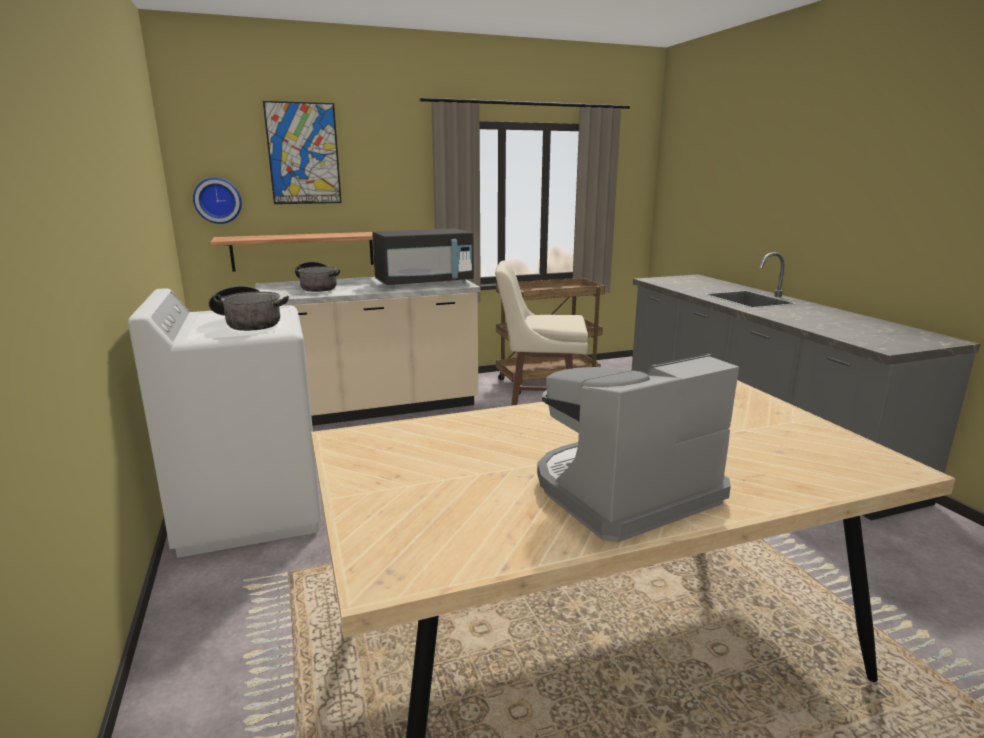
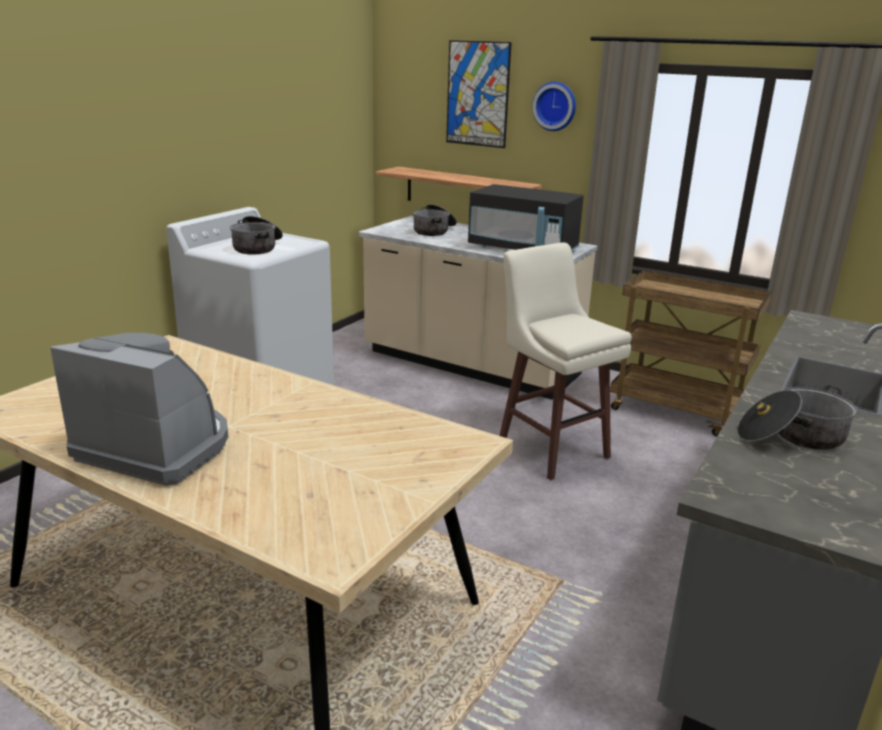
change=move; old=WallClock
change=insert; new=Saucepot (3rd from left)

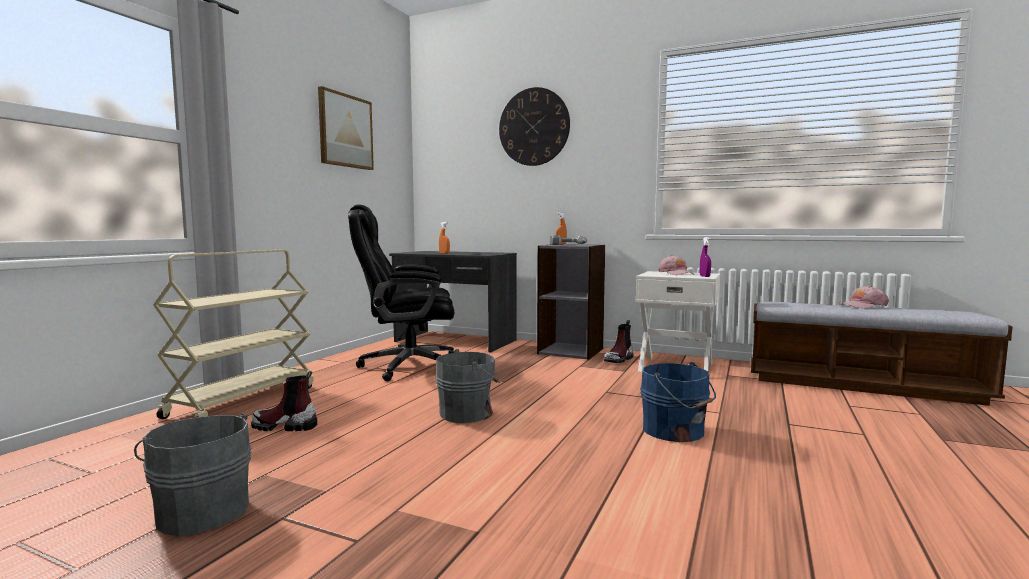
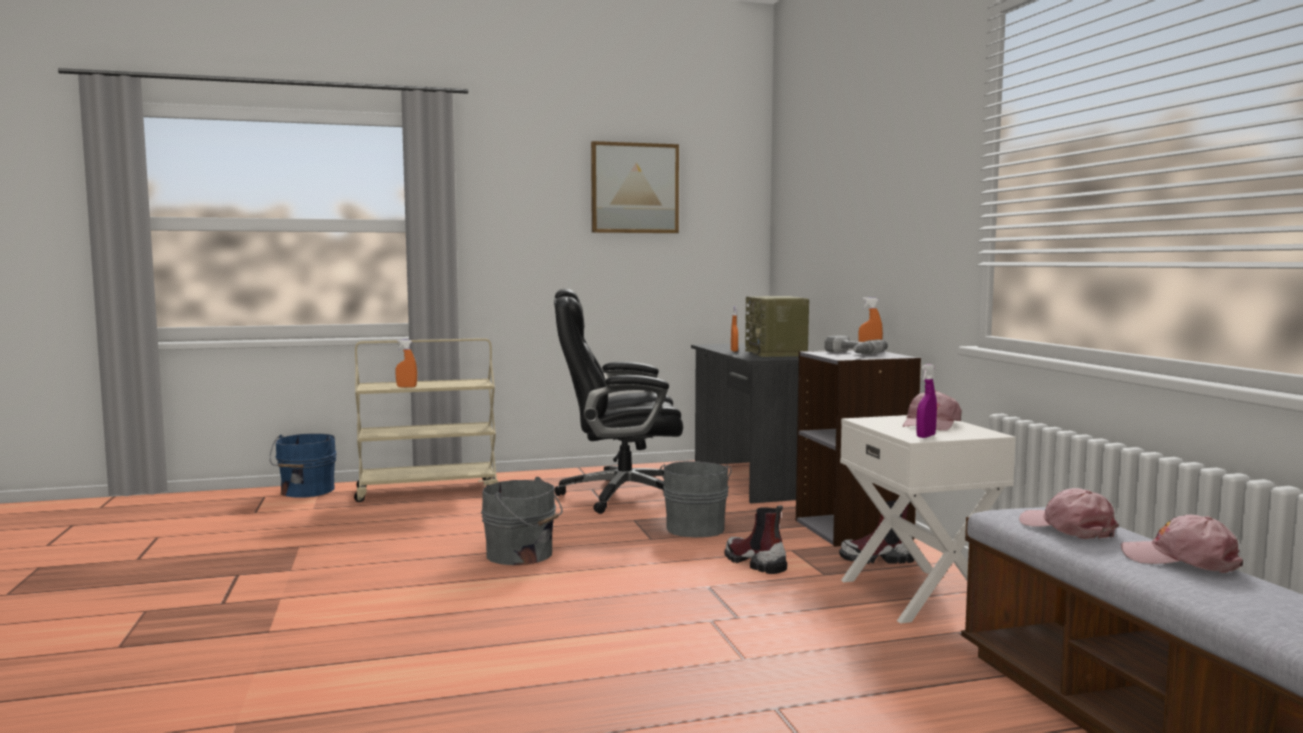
change=delete; old=WallClock
change=rotate; old=BlackColouredDeskChair; degrees=-45
change=move; old=BlueColouredWaterBucket
change=move; old=Boot (1st from left)
change=move; old=GrayWaterBucket (1st from left in the first image); new=GrayWaterBucket (2nd from left)
change=insert; new=Radio
change=insert; new=OrangeySprayer (1st from left)
change=insert; new=PinkishPeakedCap (2nd from left)

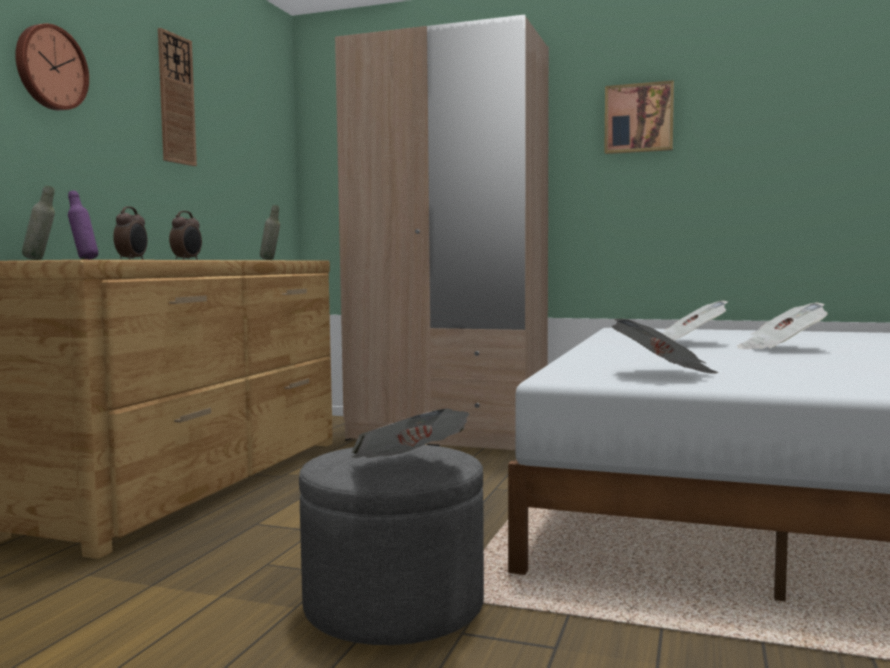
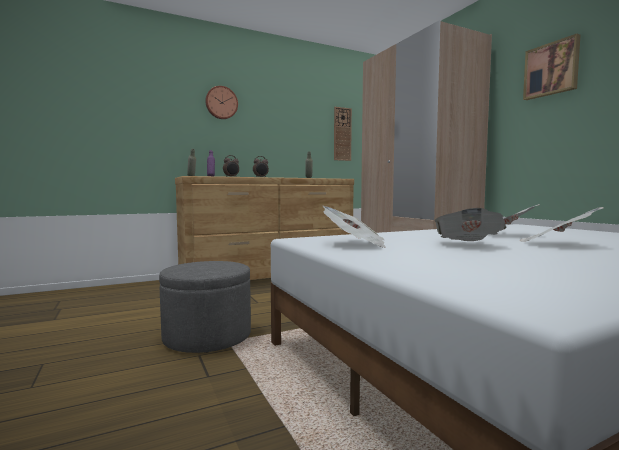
change=move; old=WallClock (2nd from left)
change=move; old=Newspaper (1st from left in the first image); new=Newspaper (2nd from left)

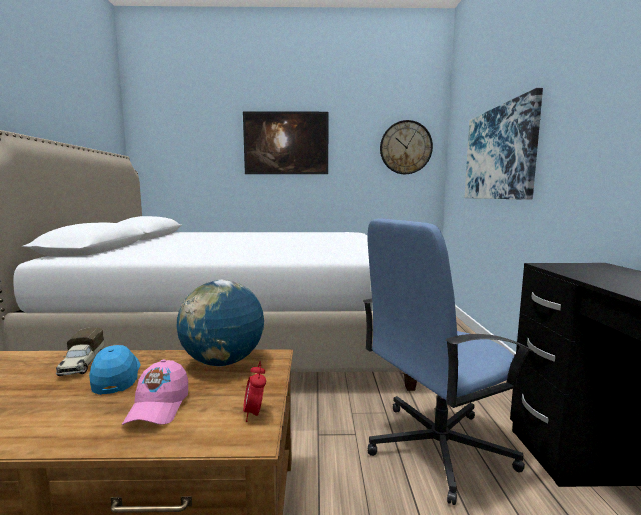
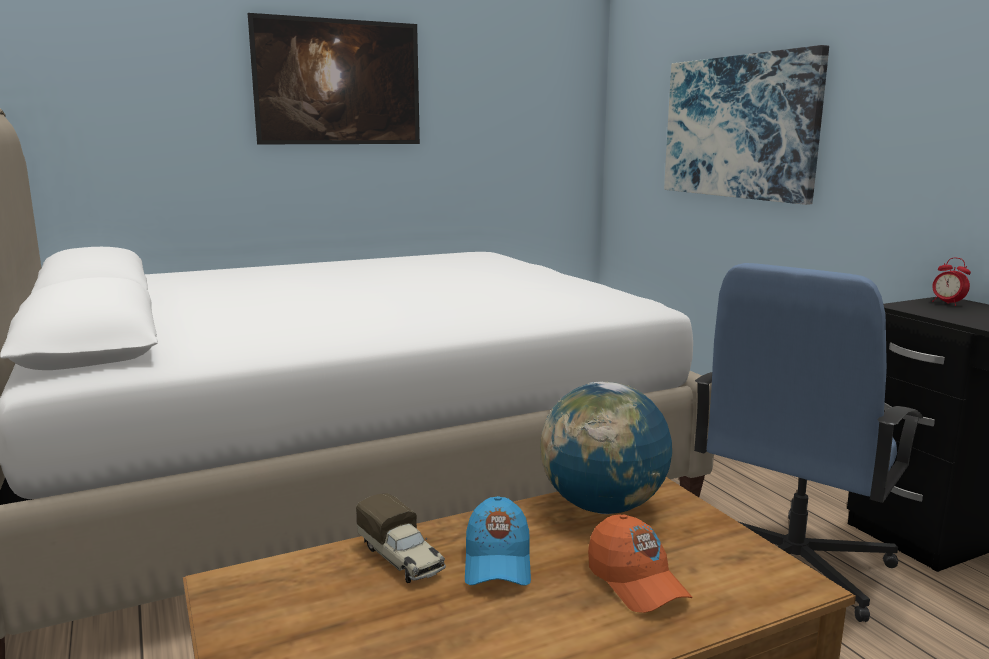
change=delete; old=WallClock
change=rotate; old=BlueColouredPeakedCap; degrees=-135
change=recolor; old=PinkishPeakedCap; new=OrangeyPeakedCap
change=move; old=AlarmClock

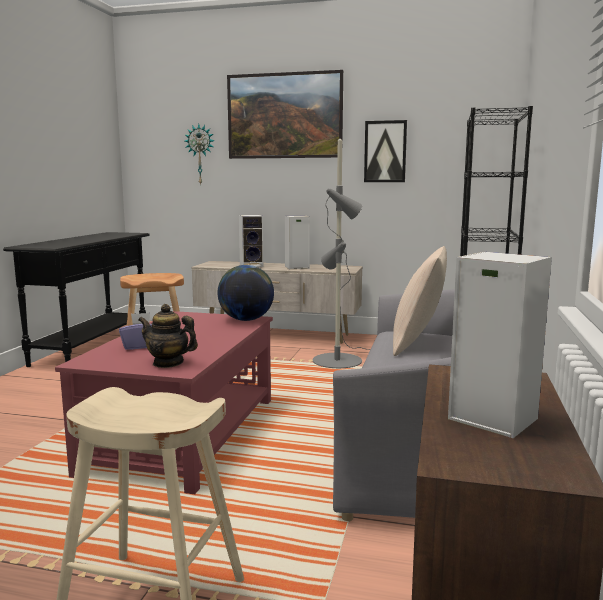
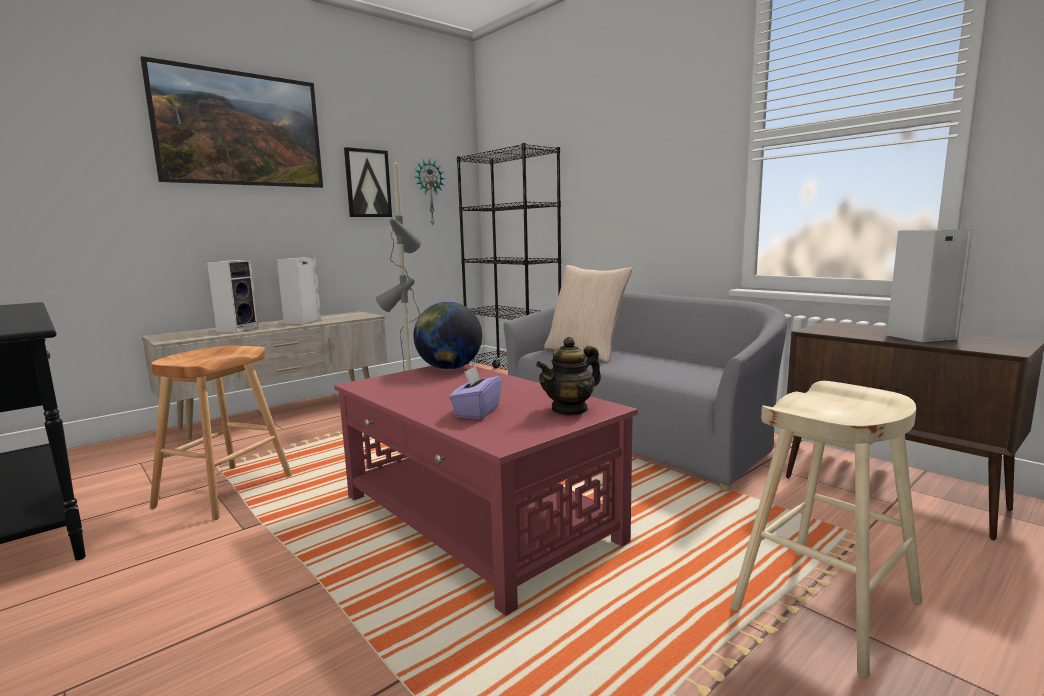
change=move; old=WallClock

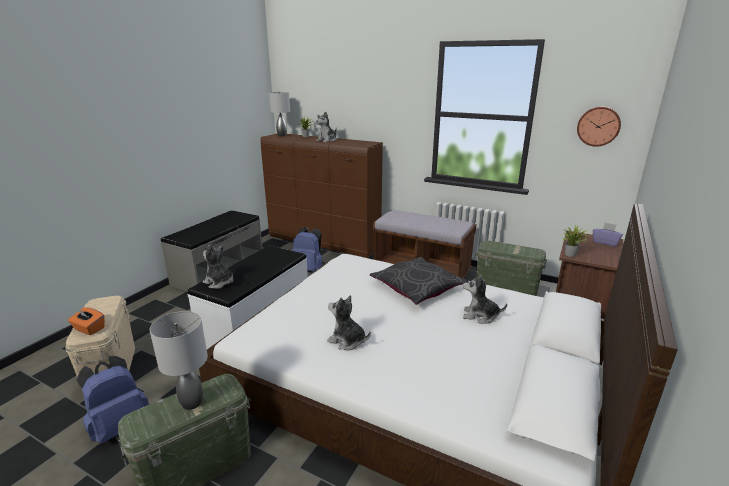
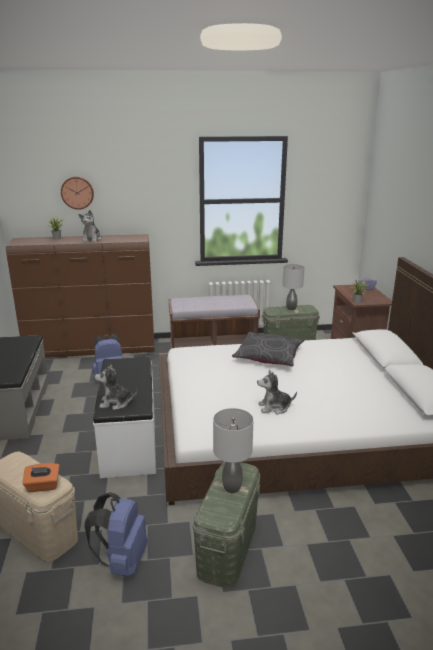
change=move; old=GrayTabletopLamp (2nd from left)
change=move; old=WallClock
change=delete; old=PlushToy (4th from left)

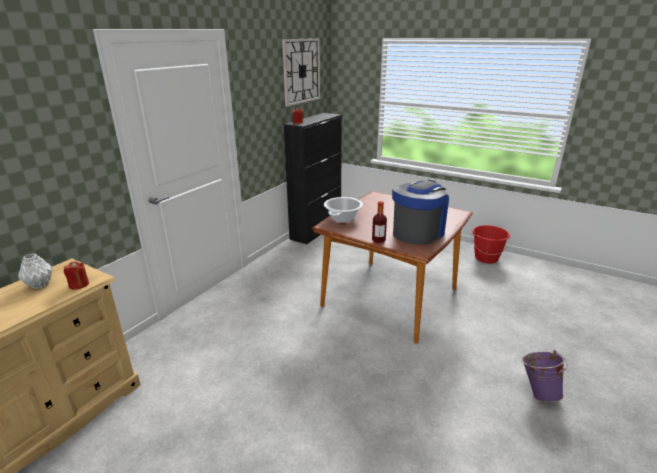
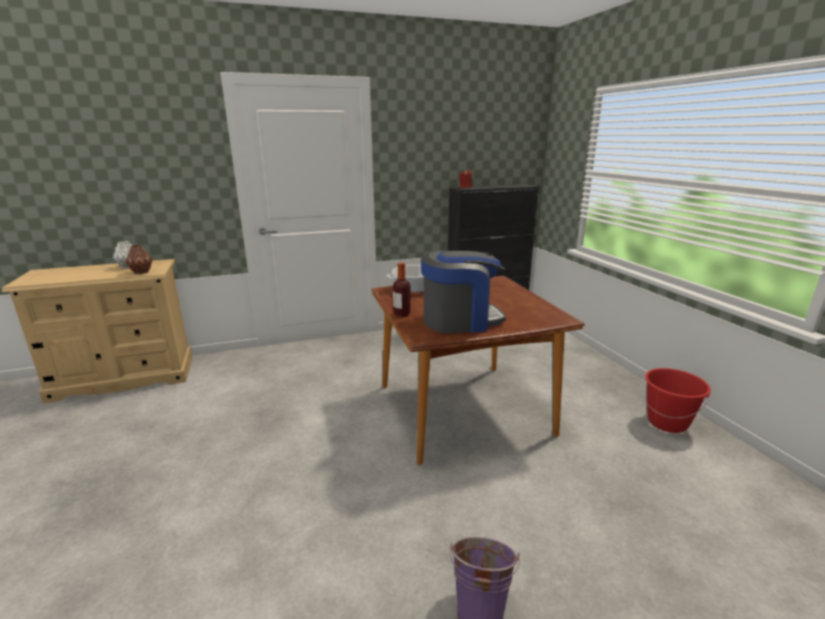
change=delete; old=WallClock
change=replace; old=ReddishWaxLight (1st from left); new=BrownColouredDecorativeVase

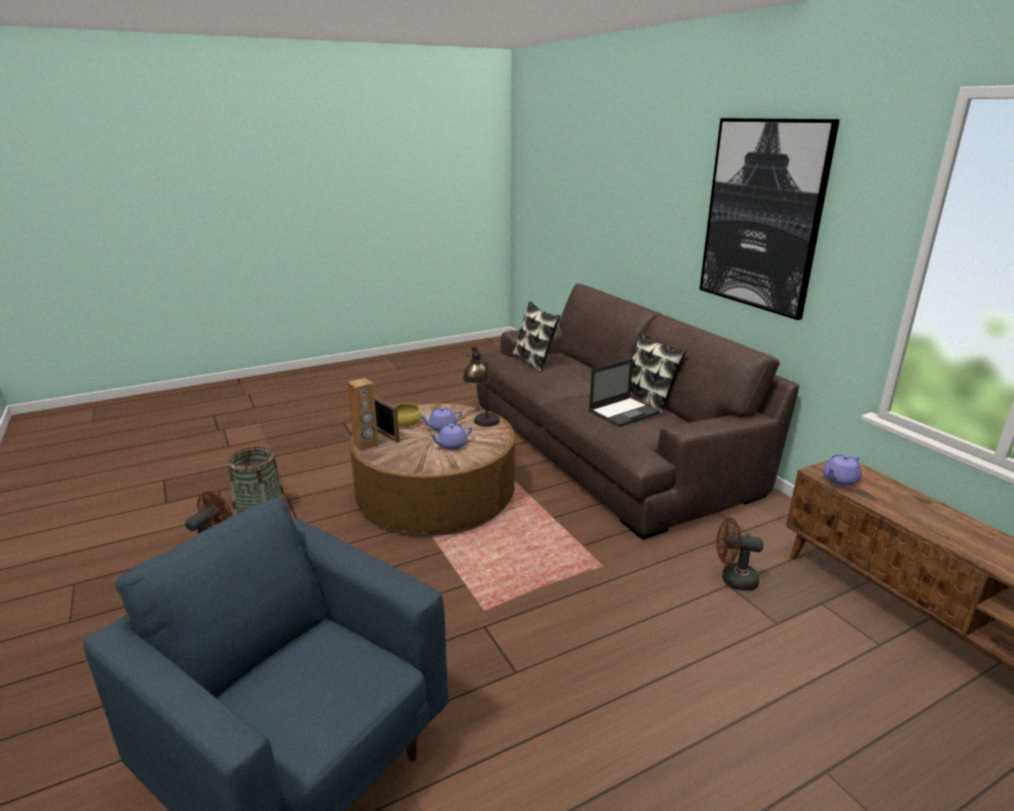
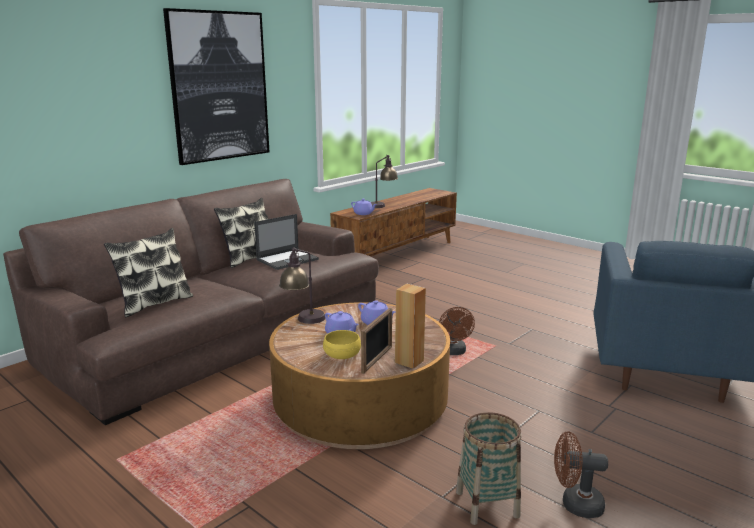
change=rotate; old=PortableComputer; degrees=105
change=move; old=BrownColouredCoolingFan (2nd from left in the first image); new=BrownColouredCoolingFan (1st from left)
change=insert; new=TabletopLamp (2nd from left)

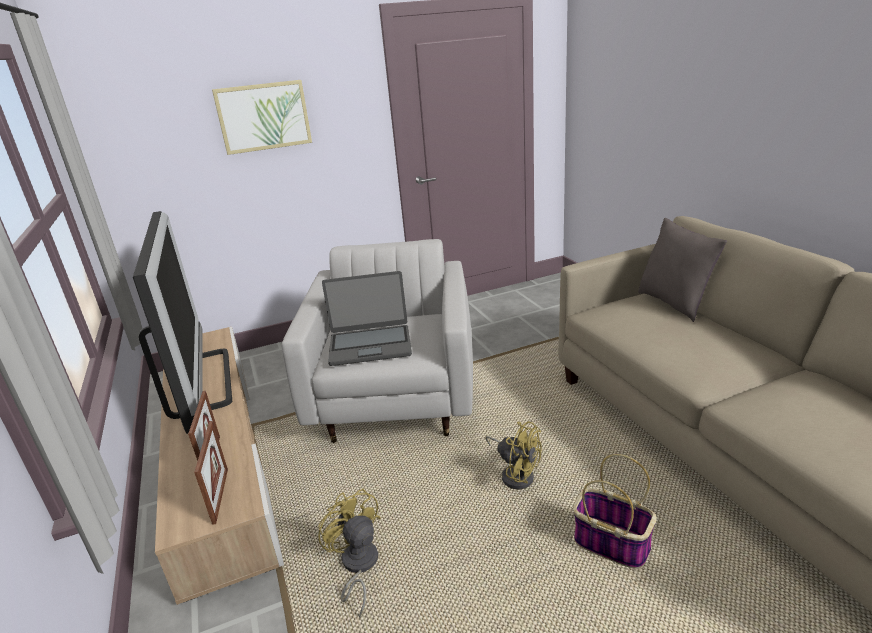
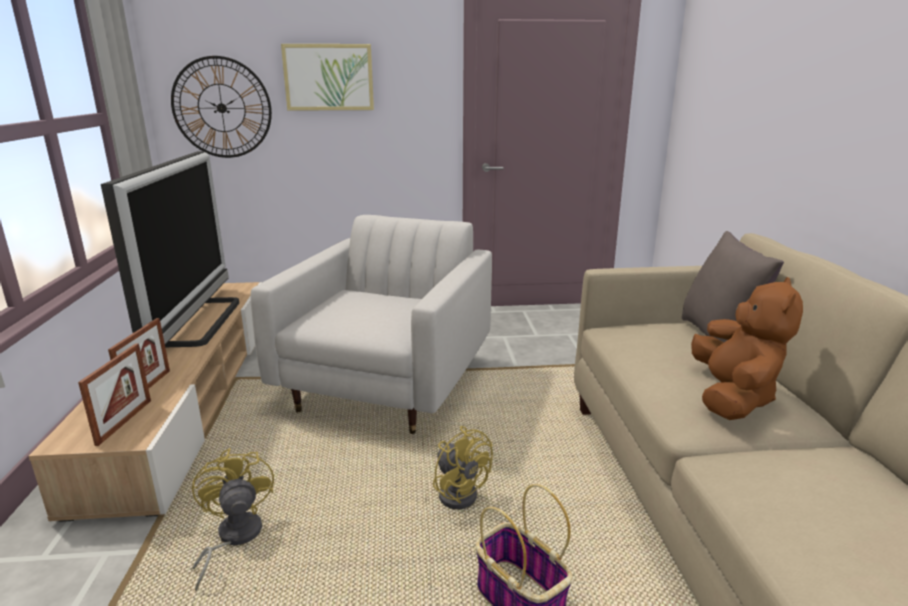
change=delete; old=PortableComputer
change=insert; new=WallClock
change=insert; new=BrownColouredPlushToy

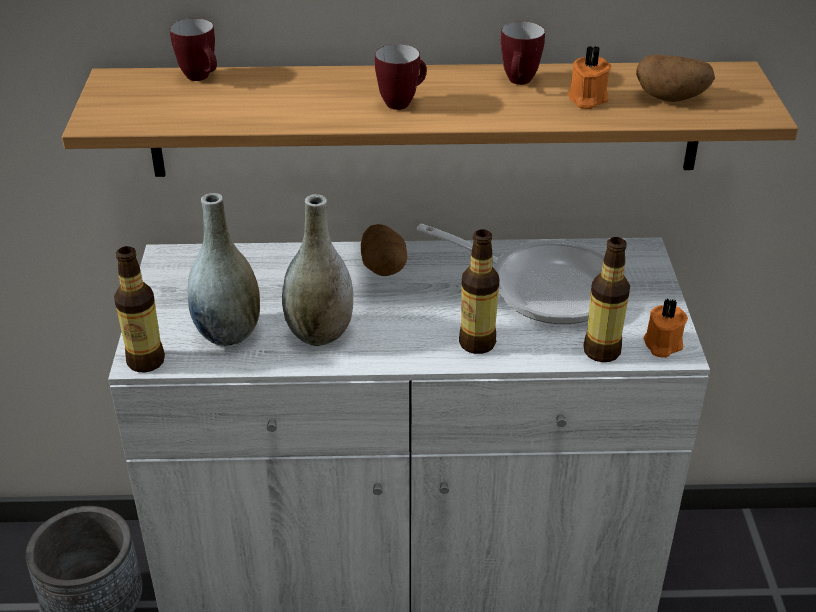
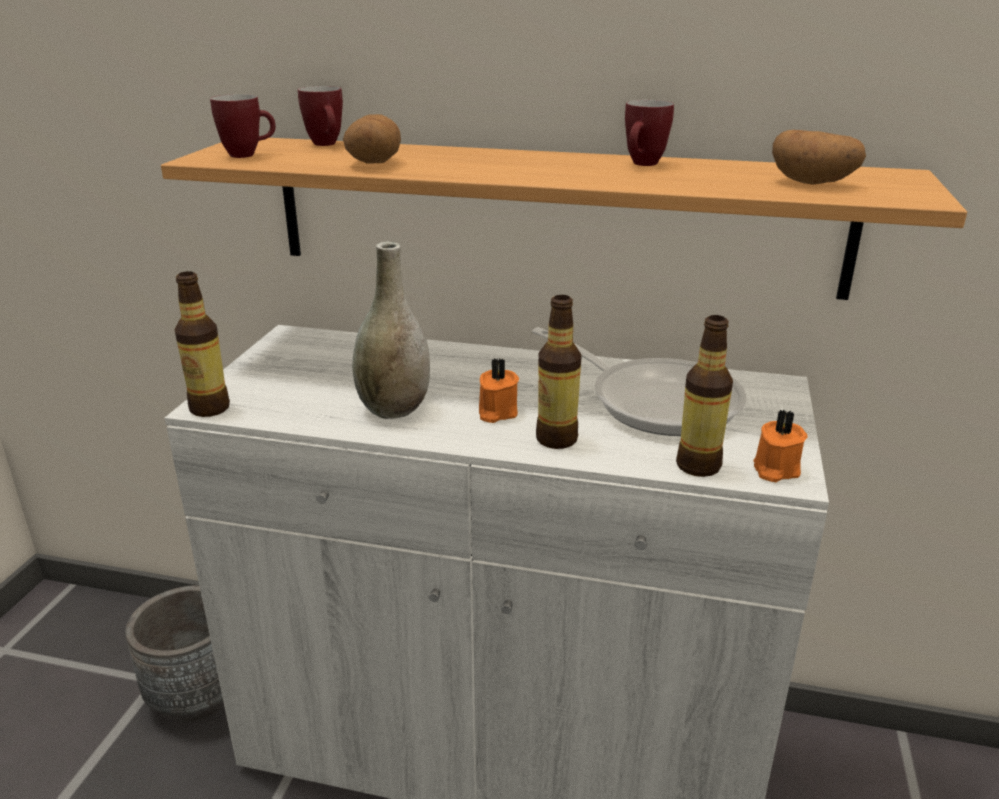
change=move; old=CoffeeMug (2nd from left in the first image); new=CoffeeMug (1st from left)
change=move; old=OrangeyWaxLight (1st from left)
change=delete; old=GrayDecorativeVase (1st from left)
change=move; old=Potato (1st from left)

